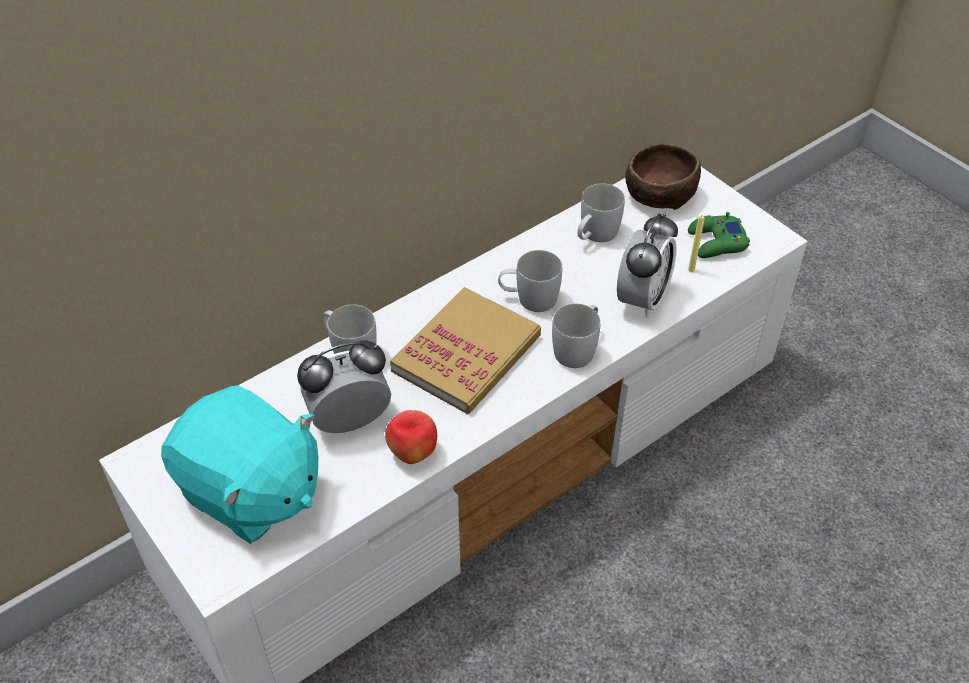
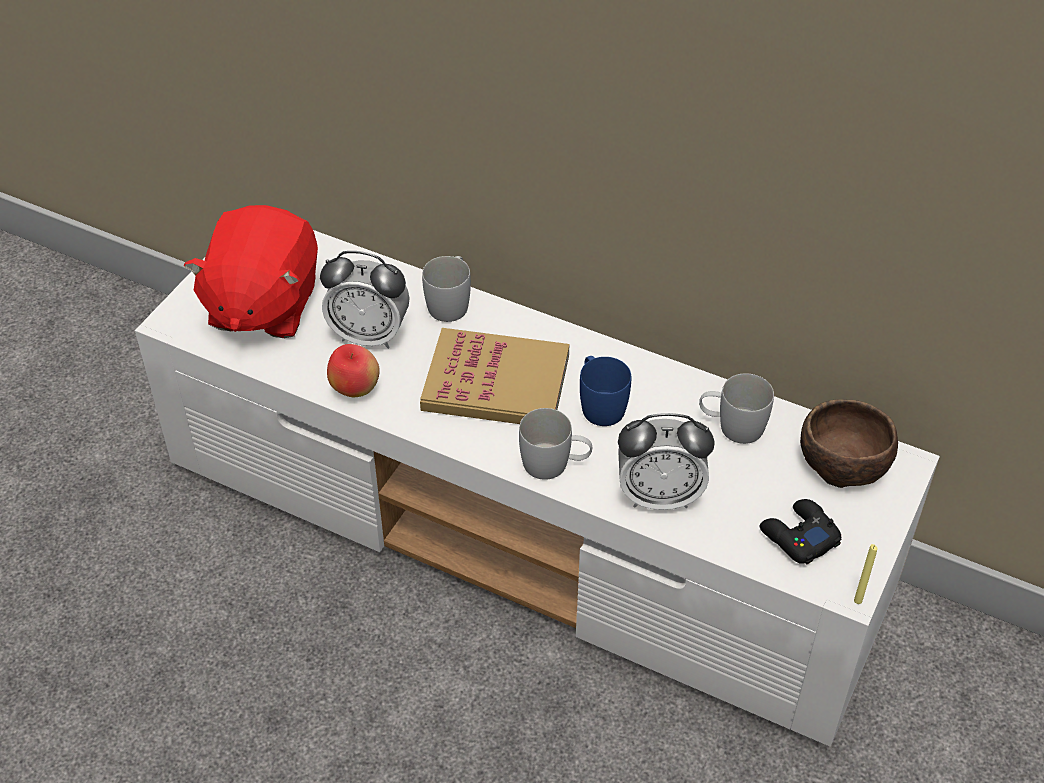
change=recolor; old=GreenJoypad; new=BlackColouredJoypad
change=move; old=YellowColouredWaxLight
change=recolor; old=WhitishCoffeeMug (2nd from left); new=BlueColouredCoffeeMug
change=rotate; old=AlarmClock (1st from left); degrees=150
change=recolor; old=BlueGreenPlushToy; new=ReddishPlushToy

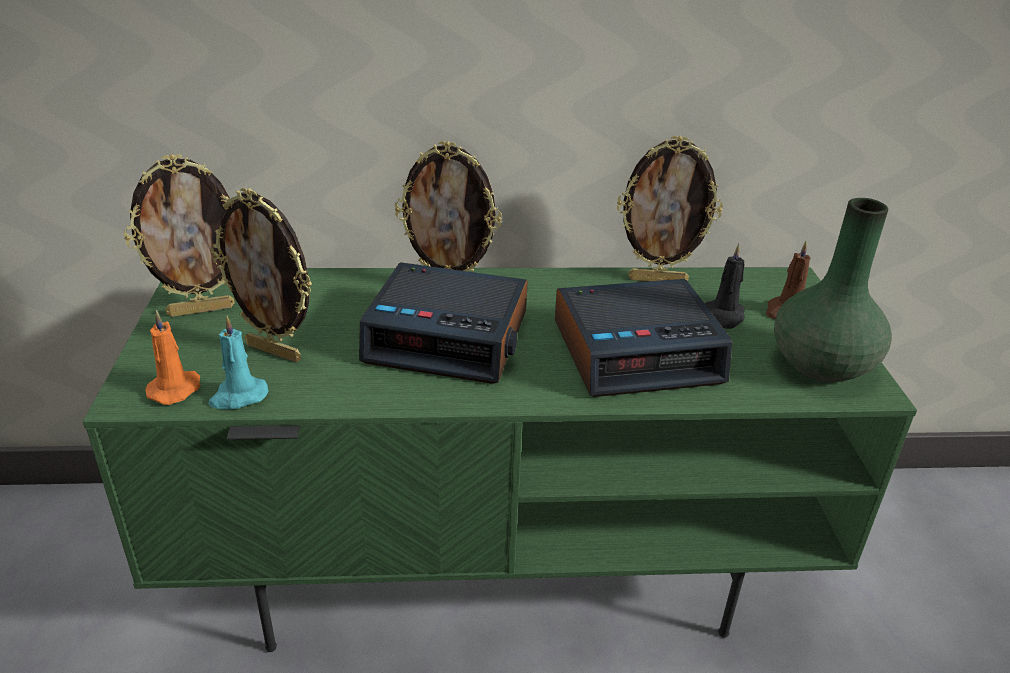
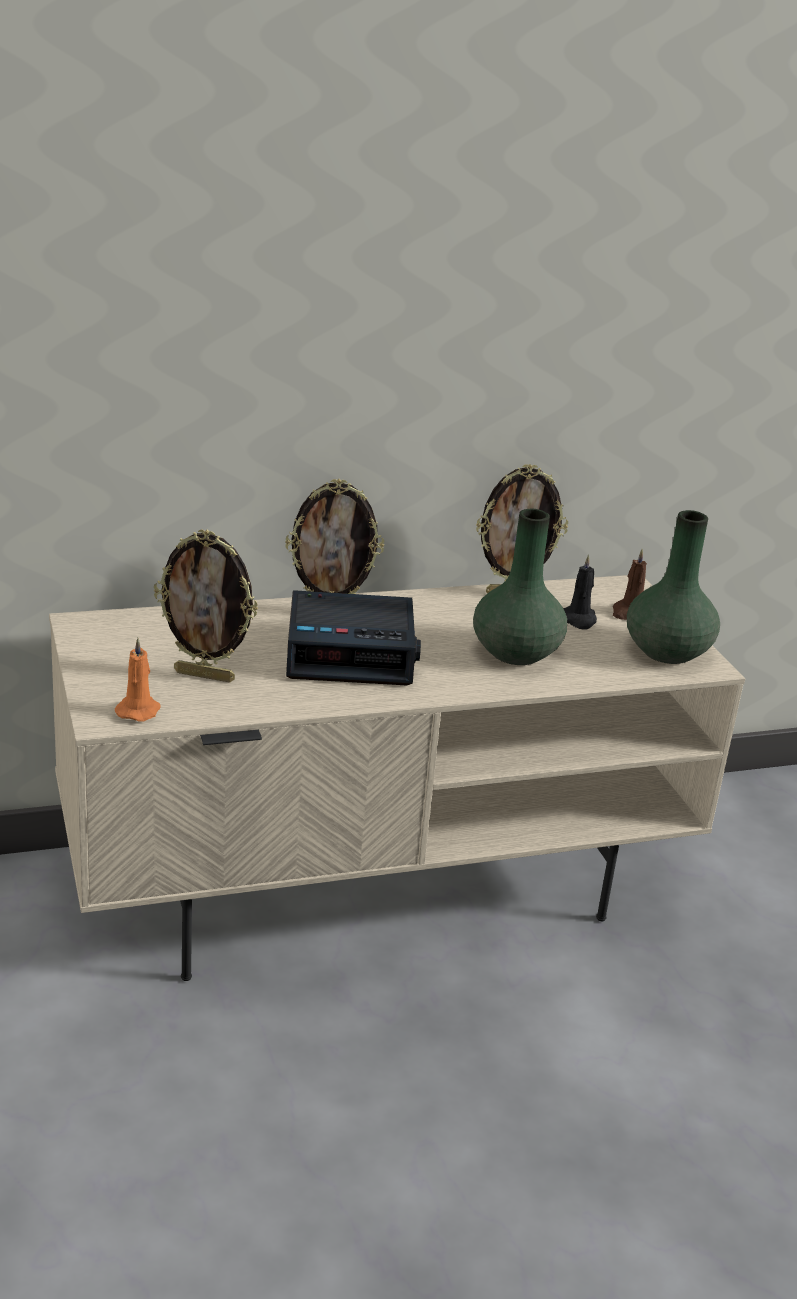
change=delete; old=PictureFrame (1st from left)
change=recolor; old=GreenTvUnit; new=BeigeTvUnit
change=replace; old=AlarmClock (2nd from left); new=GreenDecorativeVase (1st from left)
change=delete; old=BlueGreenWaxLight

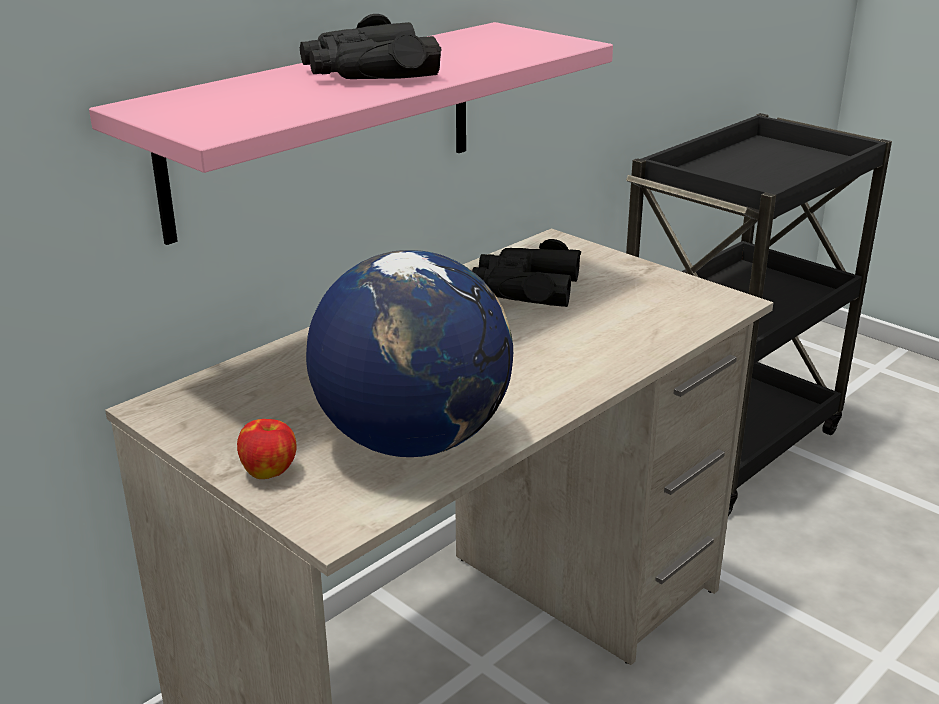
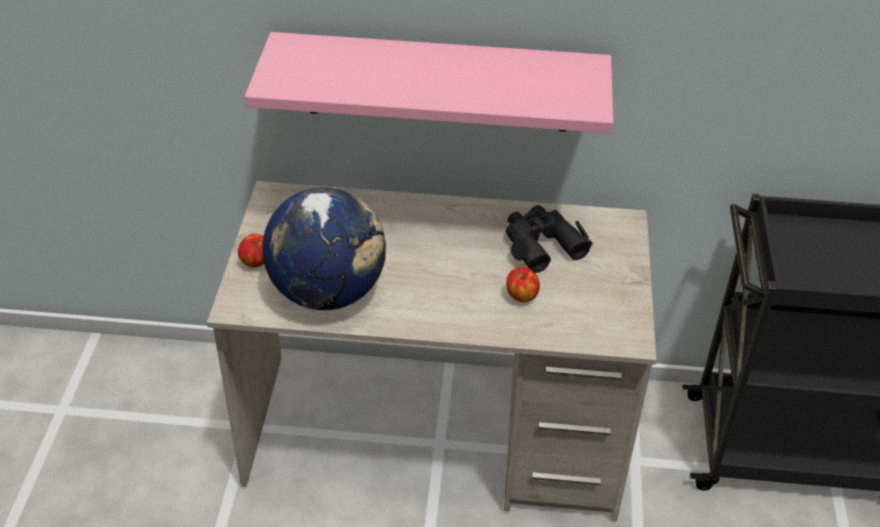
change=delete; old=BlackColouredPairOfBinoculars (1st from left)
change=insert; new=WholeApple (2nd from left)

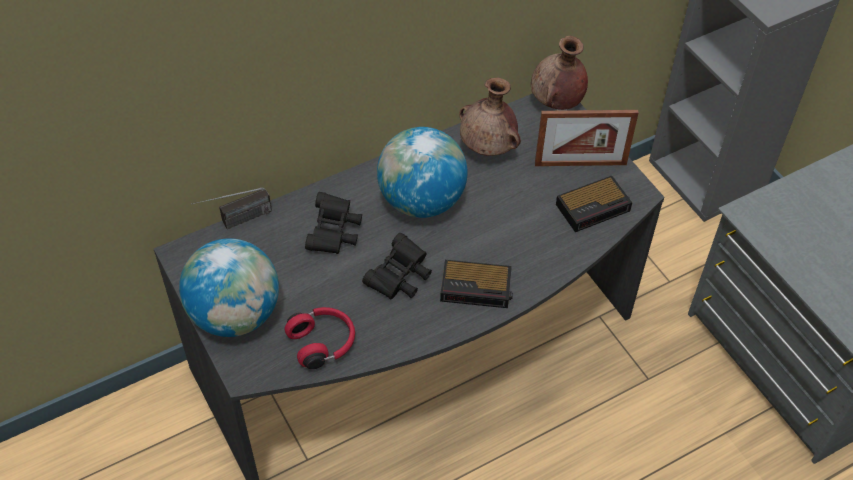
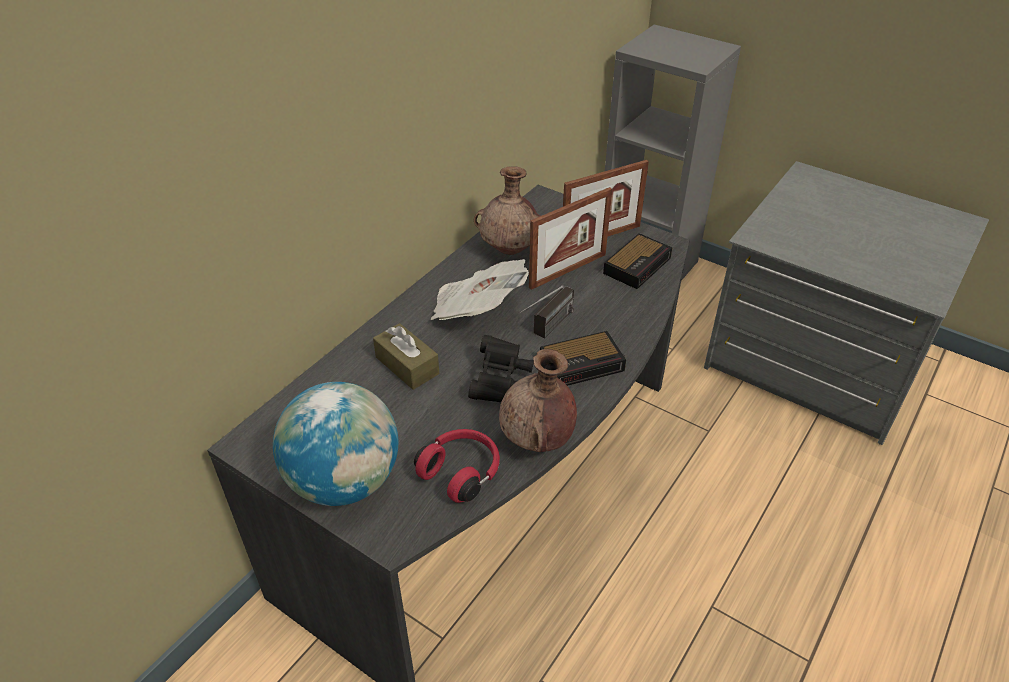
change=move; old=BrownColouredDecorativeVase (2nd from left)
change=replace; old=DeskGlobe (2nd from left); new=Newspaper
change=move; old=Radio
change=replace; old=BlackColouredPairOfBinoculars (1st from left); new=BrownColouredTissueHolder
change=insert; new=PictureFrame (1st from left)

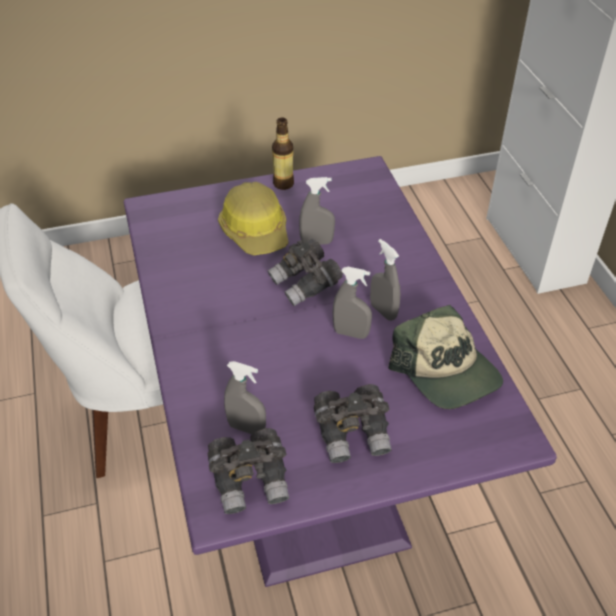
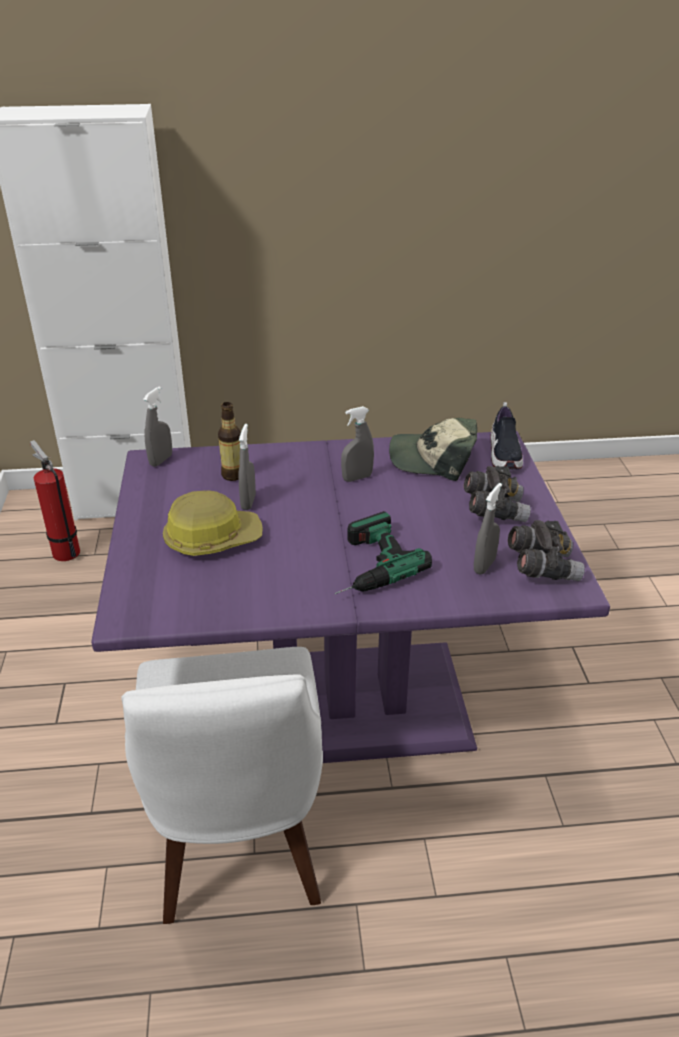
change=move; old=BeverageBottle
change=delete; old=GrayPairOfBinoculars (2nd from left)
change=move; old=GraySprayer (3rd from left in the first image); new=GraySprayer (1st from left)
change=rotate; old=PeakedCap; degrees=-150
change=insert; new=ItemOfFootwear
change=insert; new=FireExtinguisher
change=insert; new=ElectricDrill

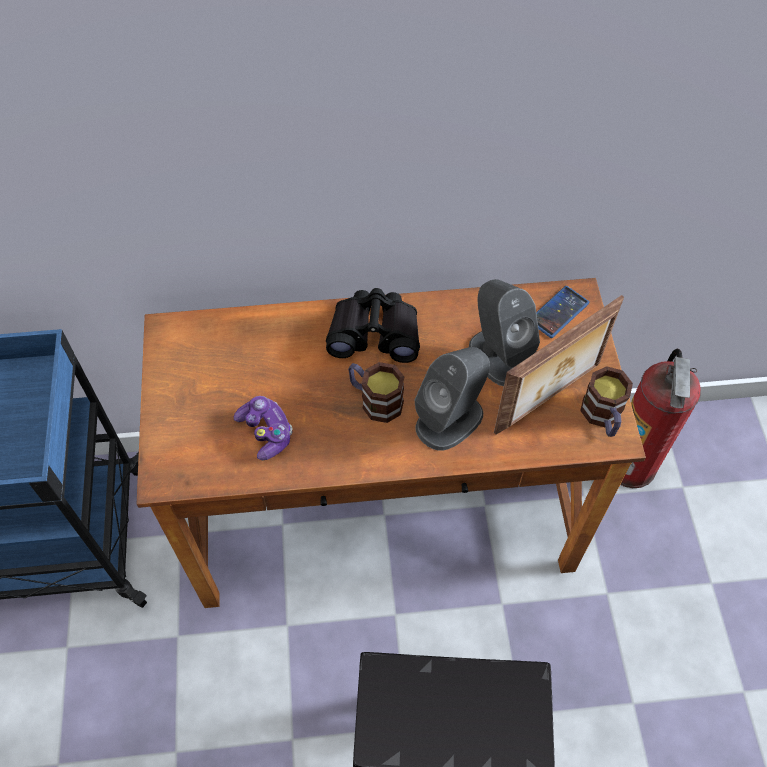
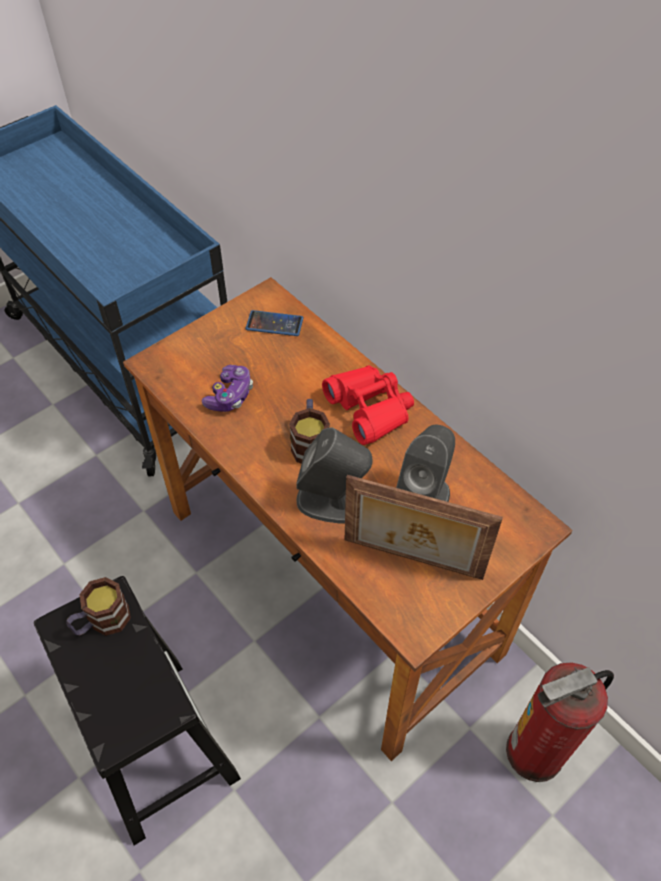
change=move; old=Handset
change=recolor; old=BlackColouredPairOfBinoculars; new=ReddishPairOfBinoculars
change=move; old=CoffeeMug (2nd from left in the first image); new=CoffeeMug (1st from left)

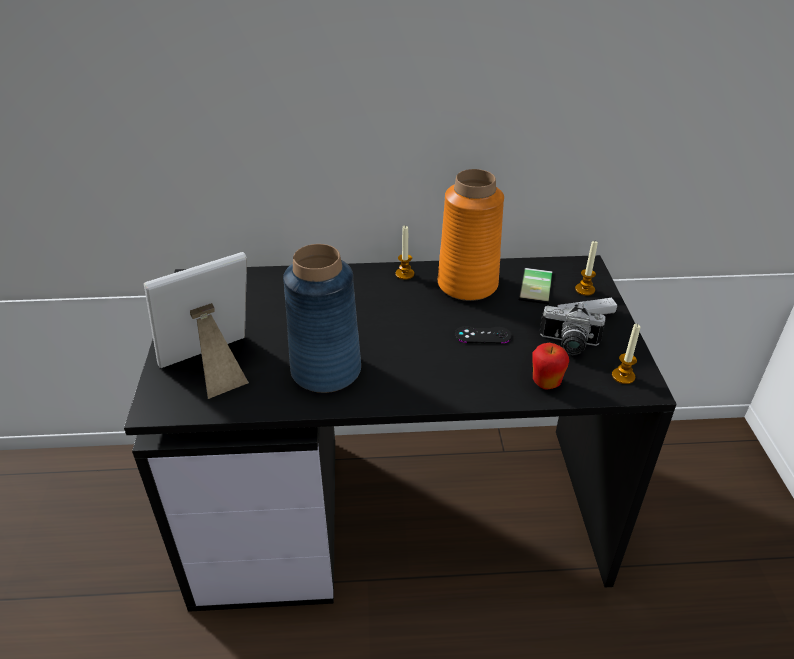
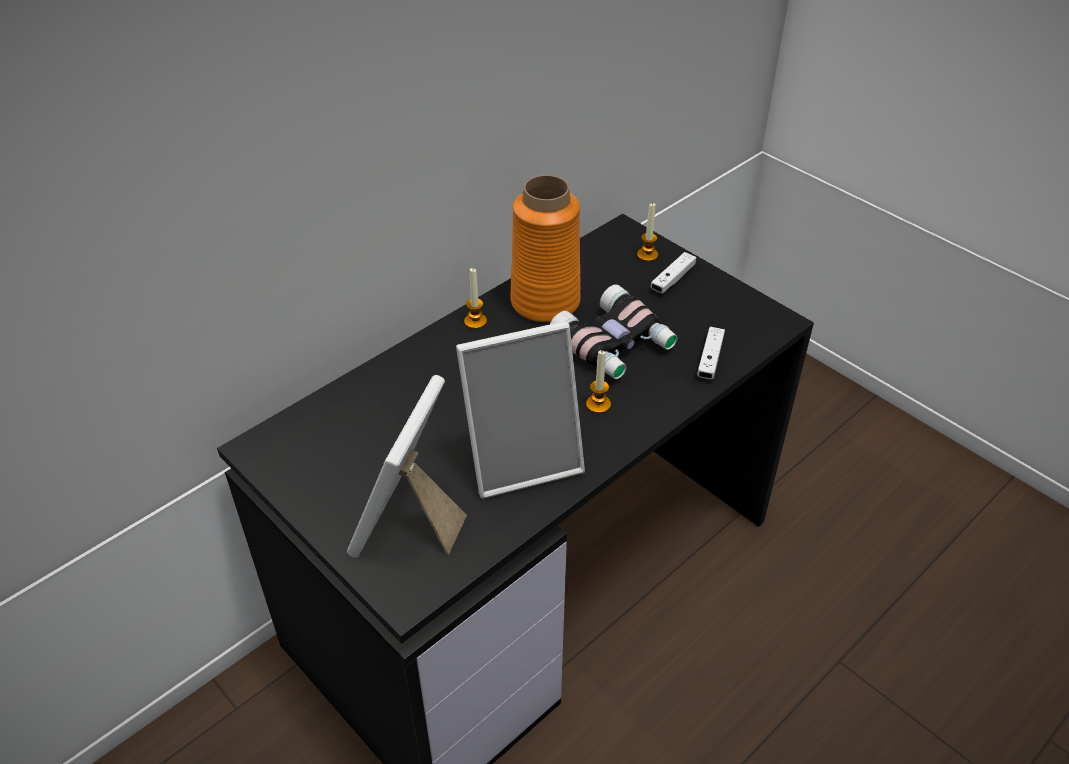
change=replace; old=BlueColouredDecorativeVase; new=PictureFrame (2nd from left)
change=delete; old=Handset
change=delete; old=PhotoCamera
change=move; old=WaxLight (3rd from left in the first image); new=WaxLight (2nd from left)
change=replace; old=BlackColouredJoypad; new=PairOfBinoculars
change=replace; old=WholeApple; new=WhitishJoypad (2nd from left)

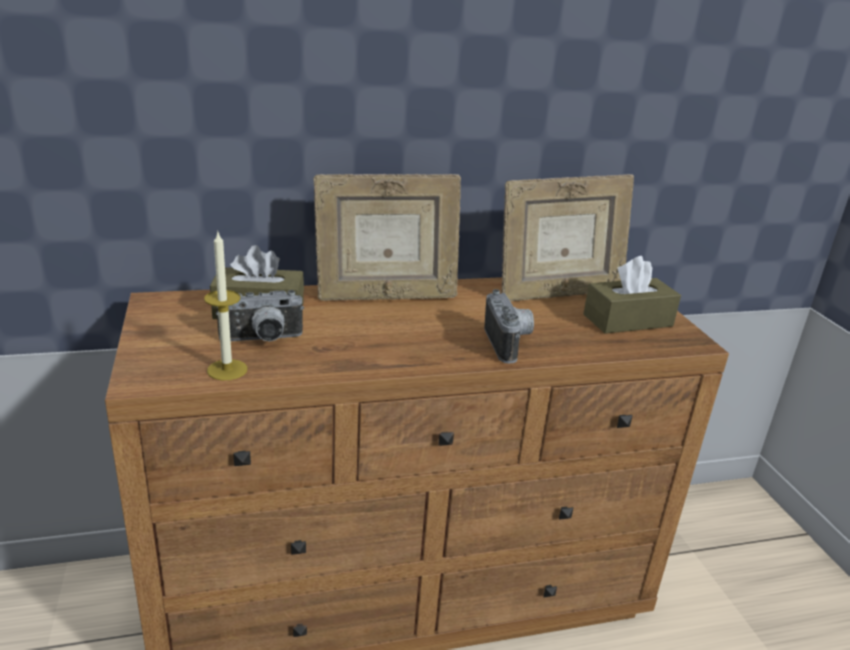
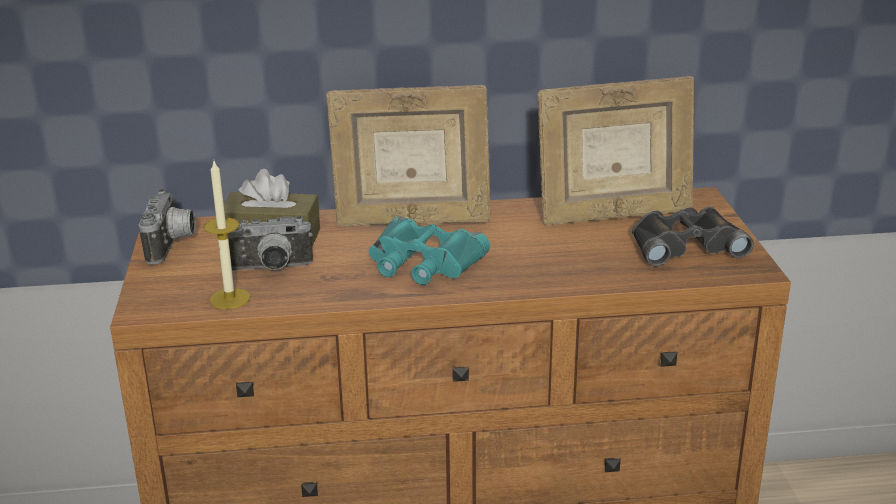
change=replace; old=BrownColouredTissueHolder (2nd from left); new=BlackColouredPairOfBinoculars
change=move; old=PhotoCamera (2nd from left in the first image); new=PhotoCamera (1st from left)
change=insert; new=BlueGreenPairOfBinoculars

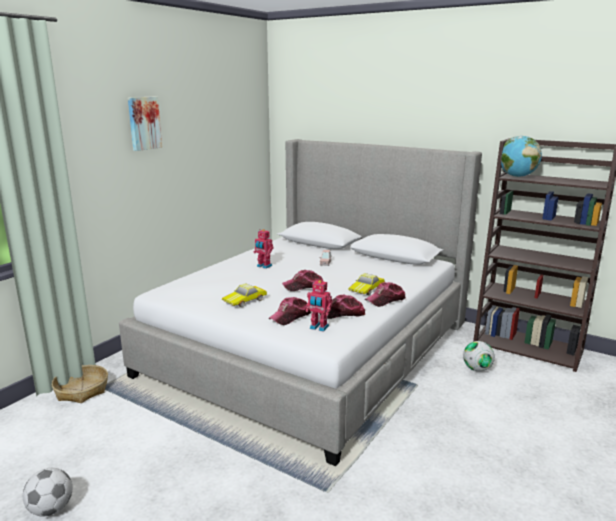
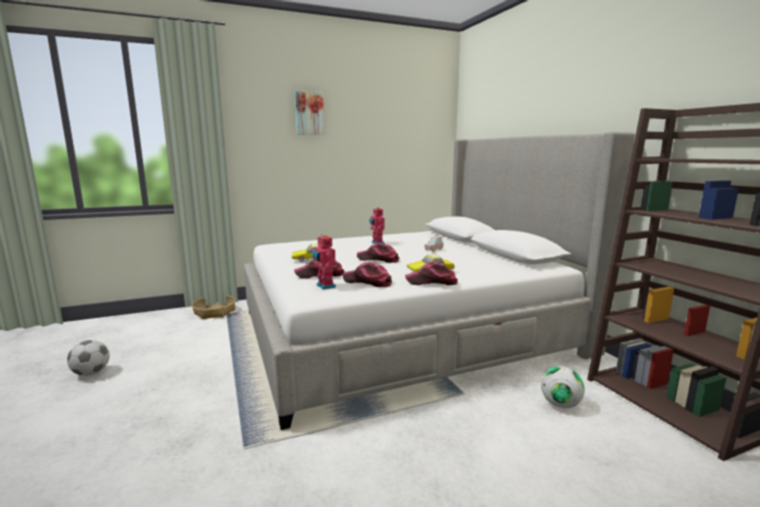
change=delete; old=DeskGlobe

